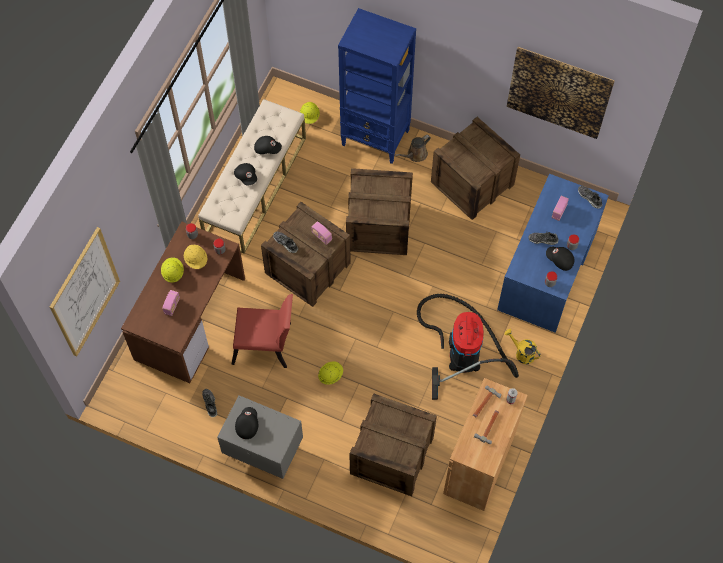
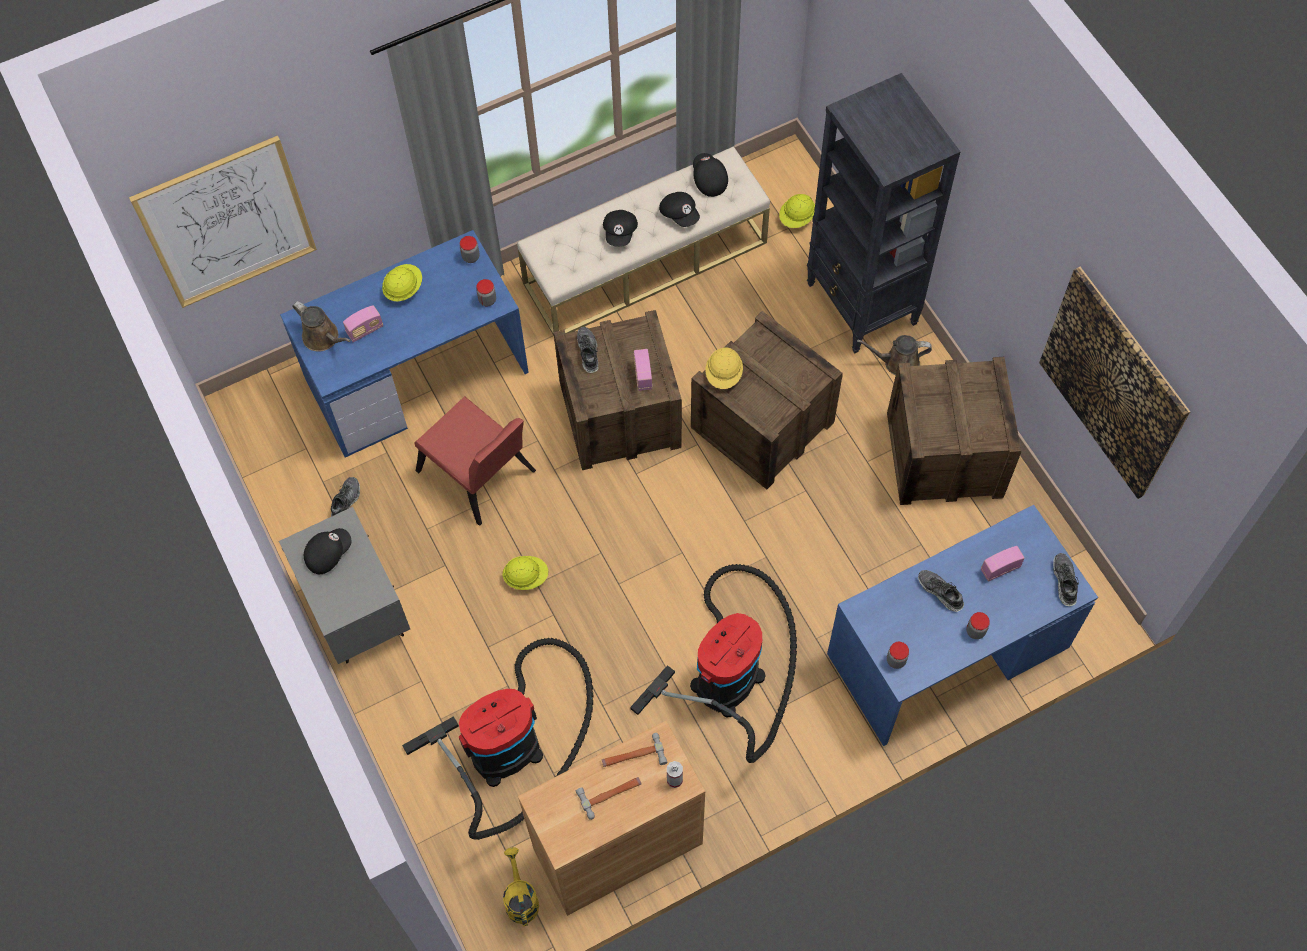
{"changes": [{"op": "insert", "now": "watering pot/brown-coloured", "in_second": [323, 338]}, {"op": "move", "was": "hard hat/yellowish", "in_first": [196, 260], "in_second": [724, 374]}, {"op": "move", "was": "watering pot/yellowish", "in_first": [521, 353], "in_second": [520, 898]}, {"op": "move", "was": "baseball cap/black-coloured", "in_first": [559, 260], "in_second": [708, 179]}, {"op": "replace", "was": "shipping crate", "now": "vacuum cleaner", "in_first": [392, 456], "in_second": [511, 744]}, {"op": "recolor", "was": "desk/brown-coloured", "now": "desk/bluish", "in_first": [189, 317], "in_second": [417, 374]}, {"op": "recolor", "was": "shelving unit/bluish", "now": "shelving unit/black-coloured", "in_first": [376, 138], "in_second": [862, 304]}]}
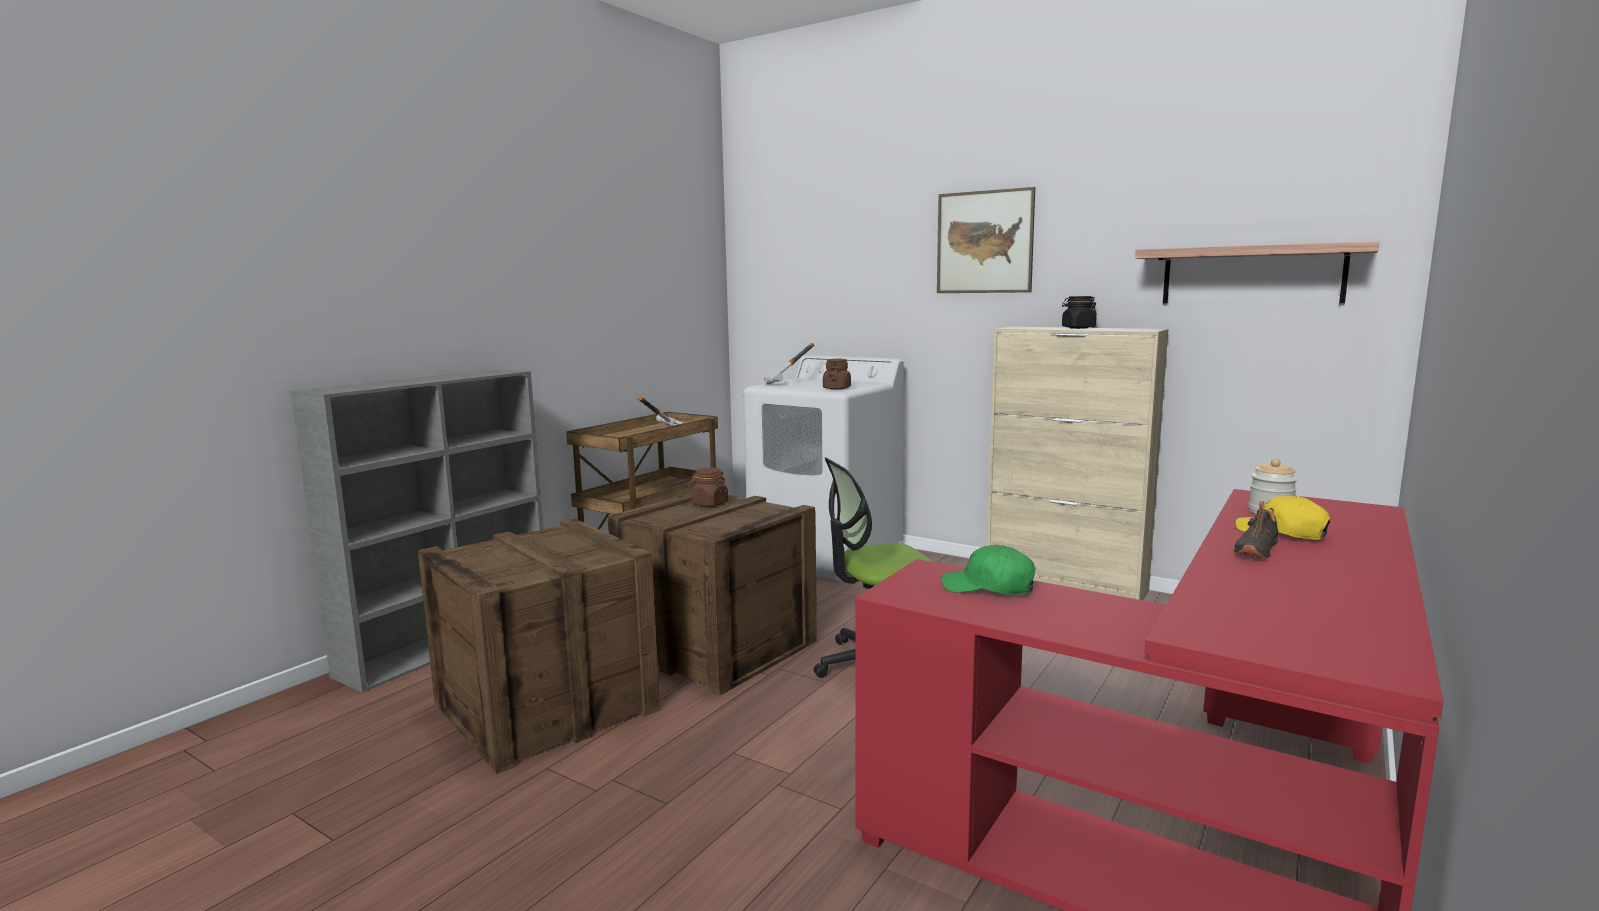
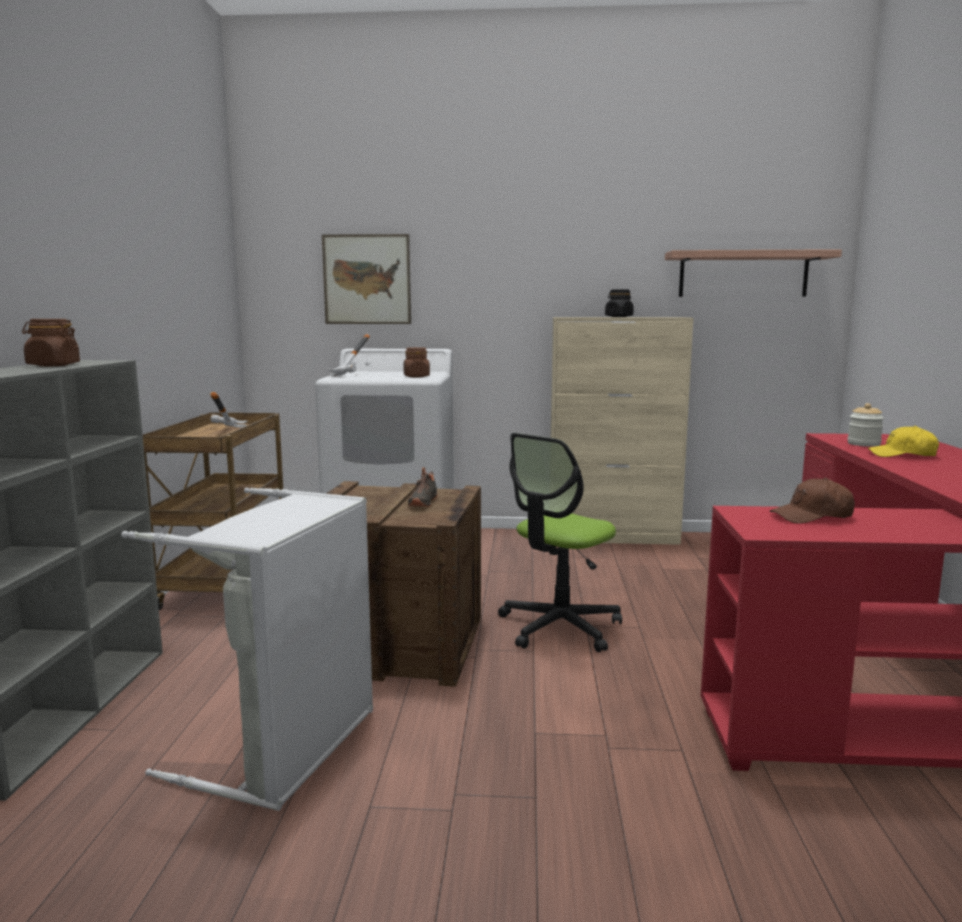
{"changes": [{"op": "move", "was": "jar/brown-coloured", "in_first": [709, 503], "in_second": [53, 365]}, {"op": "move", "was": "wall art", "in_first": [984, 242], "in_second": [367, 279]}, {"op": "move", "was": "item of footwear/black-coloured", "in_first": [1254, 550], "in_second": [422, 502]}, {"op": "replace", "was": "shipping crate", "now": "laundry basket/greyish", "in_first": [546, 708], "in_second": [287, 747]}, {"op": "recolor", "was": "baseball cap/greenish", "now": "baseball cap/brown-coloured", "in_first": [989, 587], "in_second": [812, 516]}]}
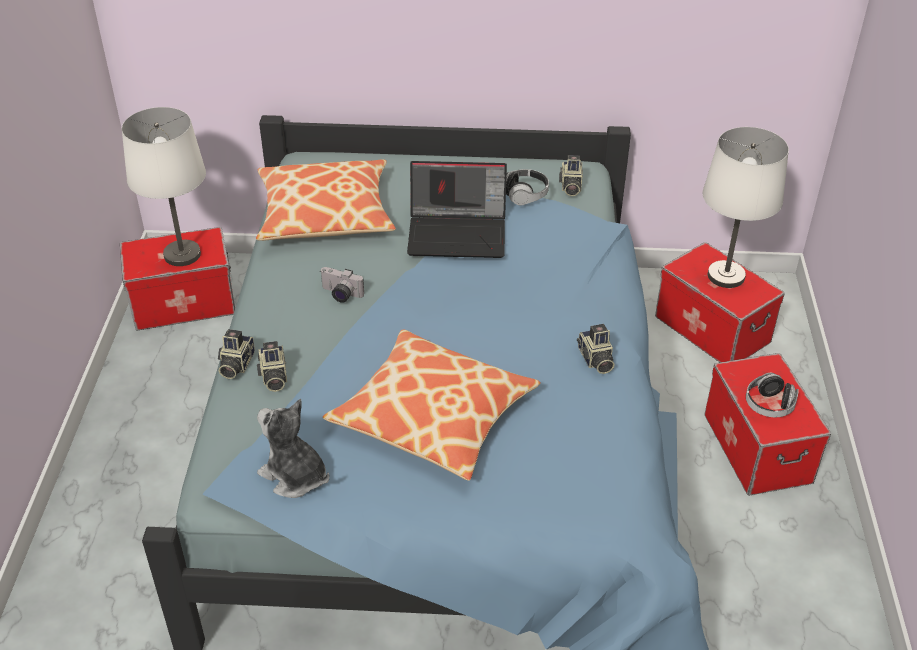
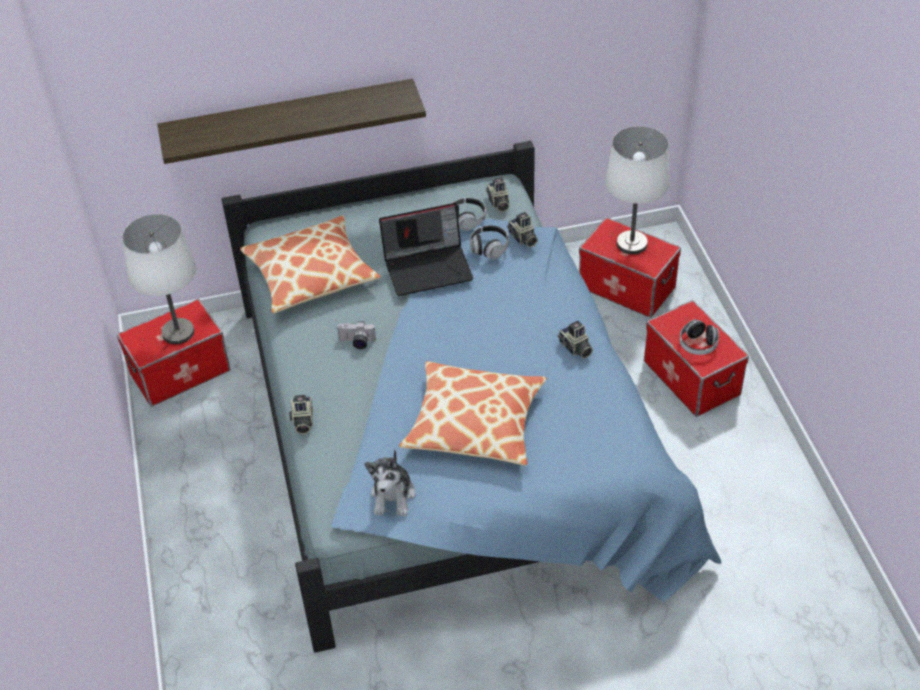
{"changes": [{"op": "insert", "now": "shelf", "in_second": [289, 120]}, {"op": "insert", "now": "pair of headphones", "in_second": [489, 248]}, {"op": "move", "was": "still camera", "in_first": [273, 377], "in_second": [522, 238]}, {"op": "rotate", "was": "soft toy", "in_first": [294, 476], "in_second": [393, 495], "clockwise": -105}]}
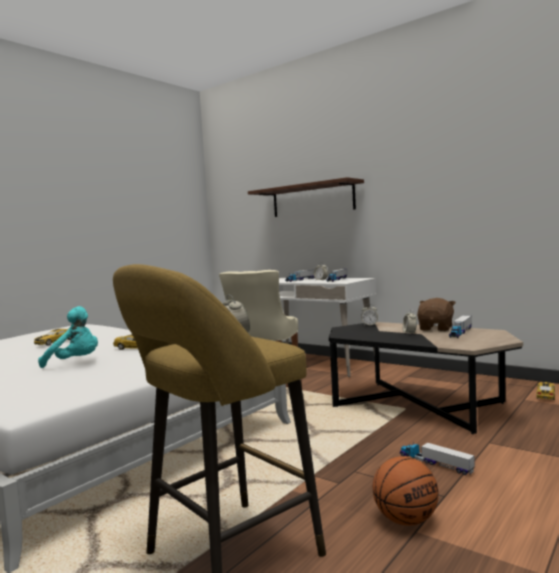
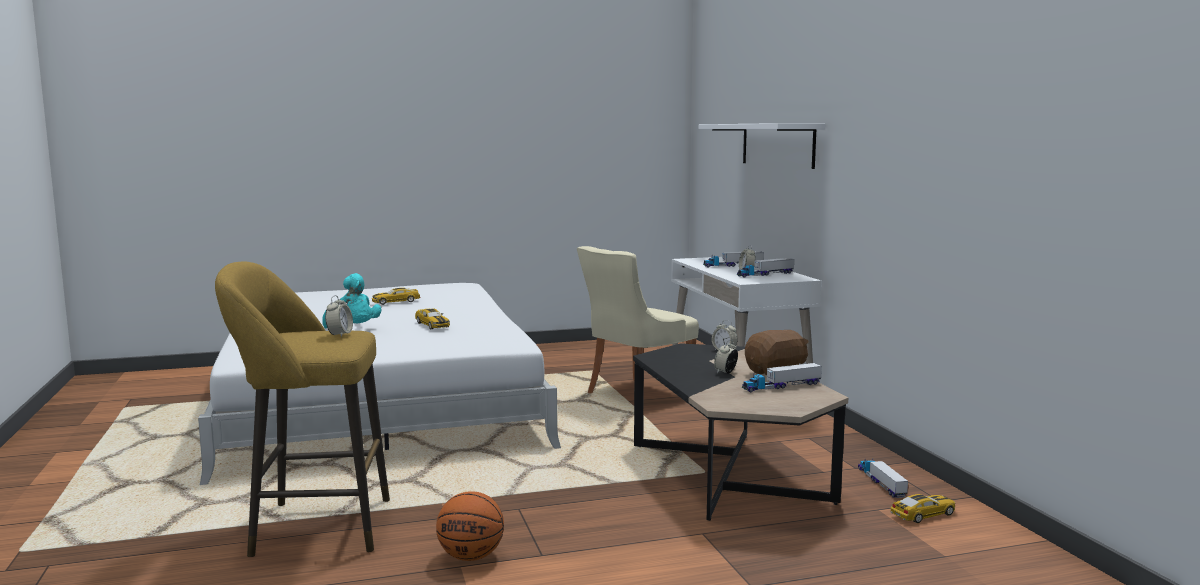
{"changes": [{"op": "move", "was": "model truck", "in_first": [435, 463], "in_second": [881, 483]}, {"op": "recolor", "was": "shelf/brown-coloured", "now": "shelf/white", "in_first": [312, 199], "in_second": [777, 144]}]}
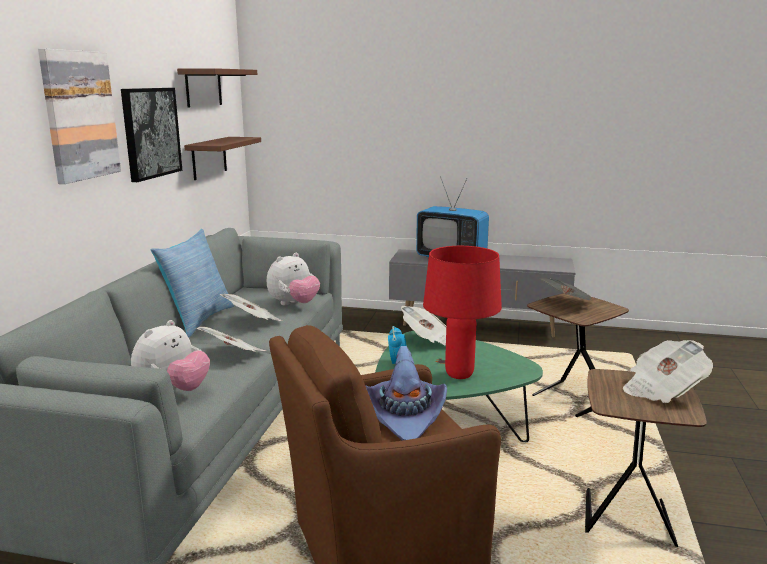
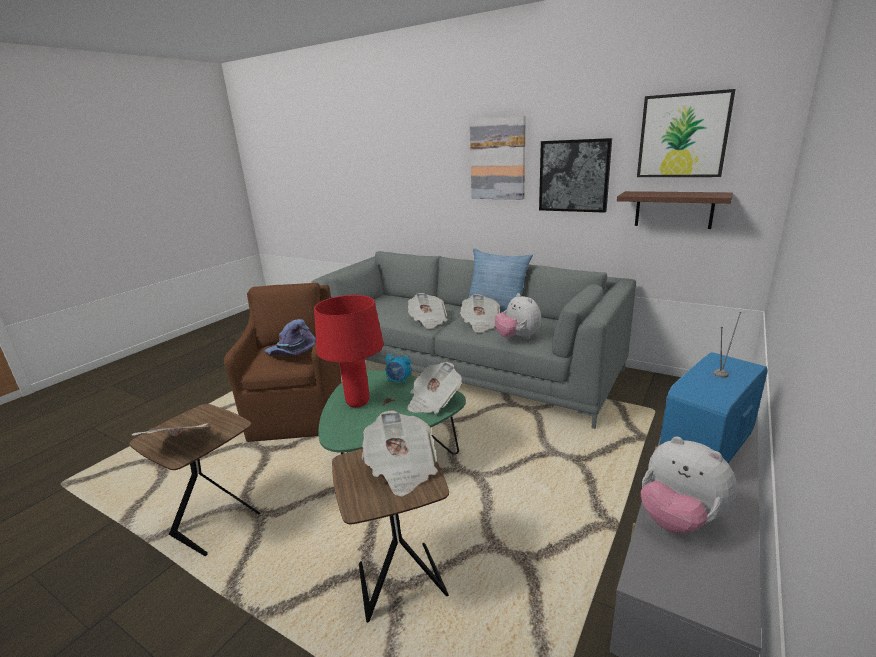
{"changes": [{"op": "move", "was": "soft toy", "in_first": [173, 392], "in_second": [679, 519]}, {"op": "replace", "was": "shelf/brown-coloured", "now": "wall art", "in_first": [203, 87], "in_second": [683, 136]}]}
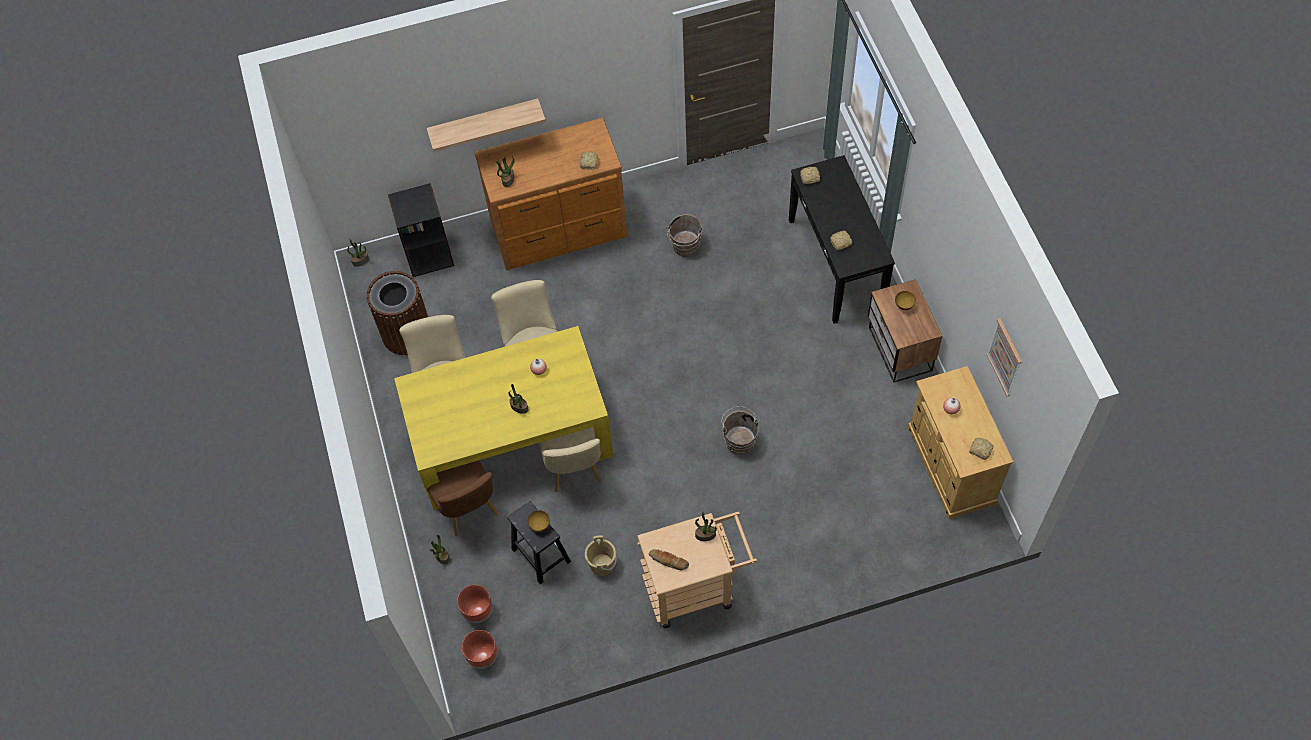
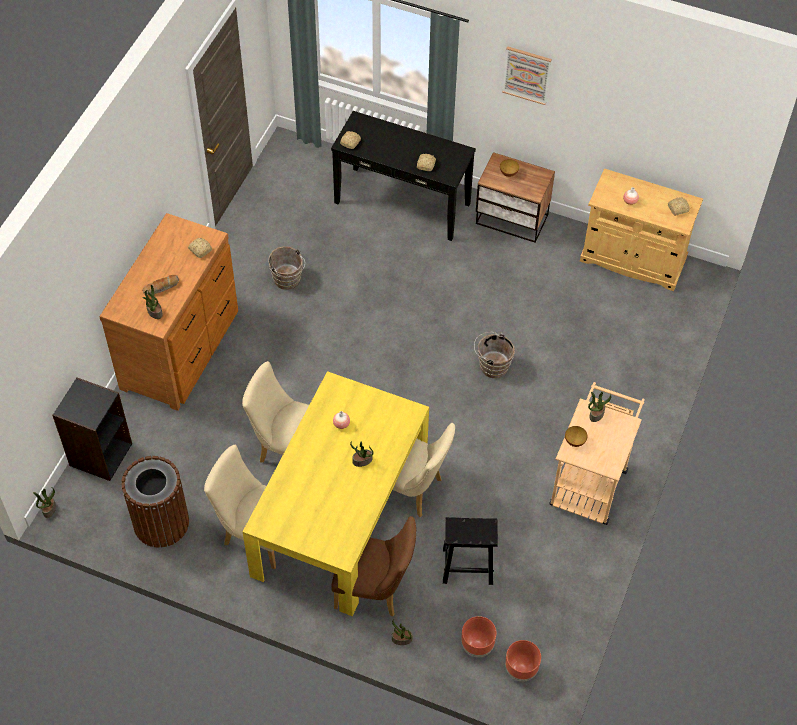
{"changes": [{"op": "delete", "was": "shelf", "in_first": [484, 121]}, {"op": "delete", "was": "bucket/beige", "in_first": [602, 564]}, {"op": "move", "was": "serving bowl", "in_first": [539, 525], "in_second": [574, 441]}, {"op": "move", "was": "bakery bread", "in_first": [668, 561], "in_second": [161, 288]}, {"op": "move", "was": "wall art", "in_first": [1005, 357], "in_second": [527, 75]}]}
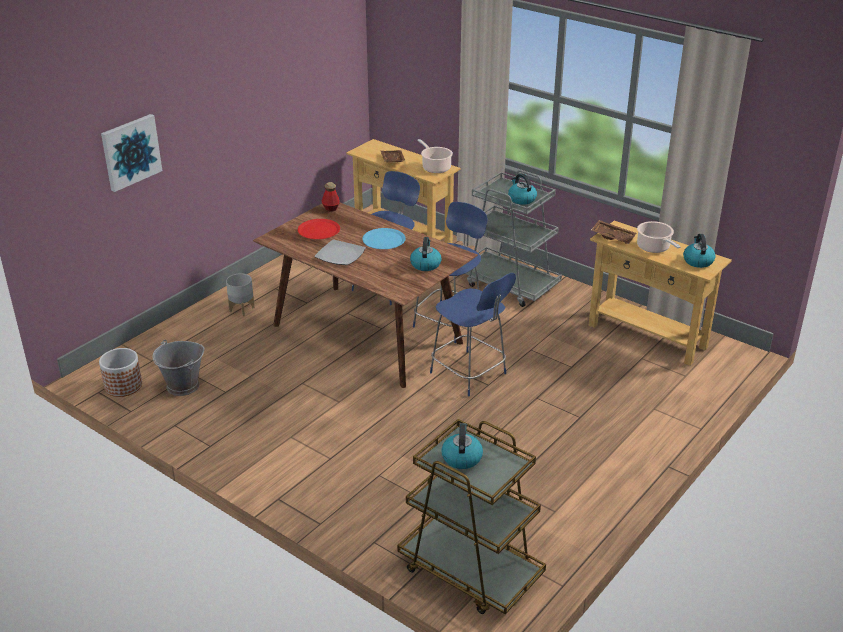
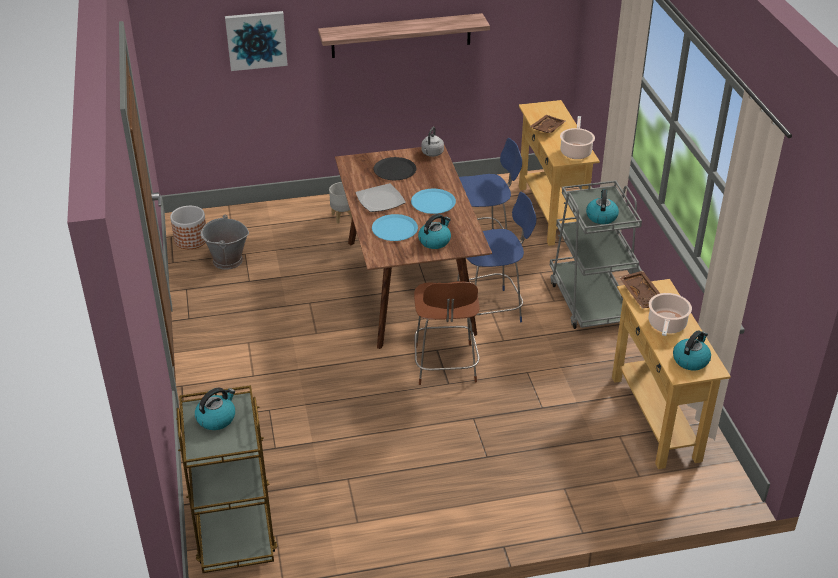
{"changes": [{"op": "insert", "now": "shelf", "in_second": [401, 35]}, {"op": "insert", "now": "flat dish/bluish", "in_second": [394, 229]}, {"op": "replace", "was": "beverage bottle", "now": "water kettle/greyish", "in_first": [331, 208], "in_second": [432, 153]}, {"op": "recolor", "was": "flat dish/reddish", "now": "flat dish/black-coloured", "in_first": [319, 230], "in_second": [394, 170]}, {"op": "recolor", "was": "chair/bluish", "now": "chair/brown-coloured", "in_first": [470, 374], "in_second": [445, 366]}]}
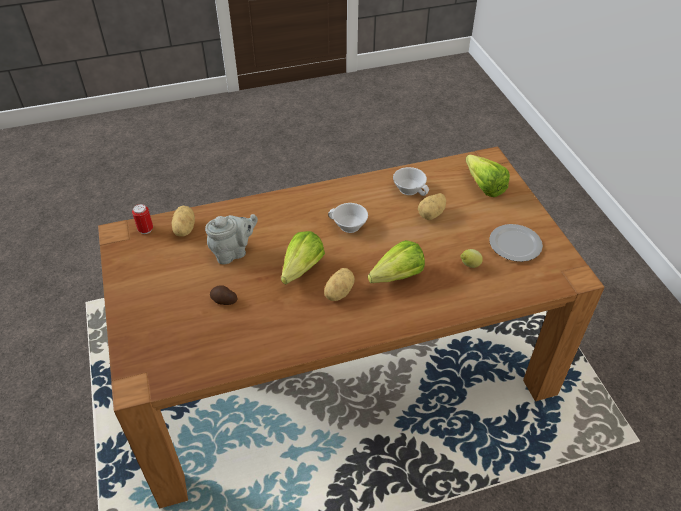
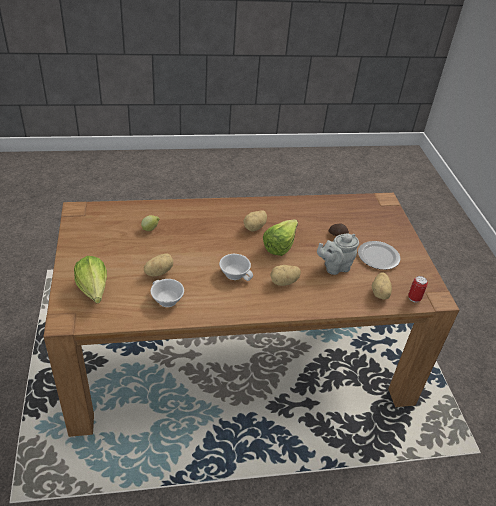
{"changes": [{"op": "delete", "was": "head of lettuce", "in_first": [392, 278]}, {"op": "insert", "now": "potato", "in_second": [284, 282]}, {"op": "move", "was": "flat dish", "in_first": [514, 245], "in_second": [378, 256]}]}
